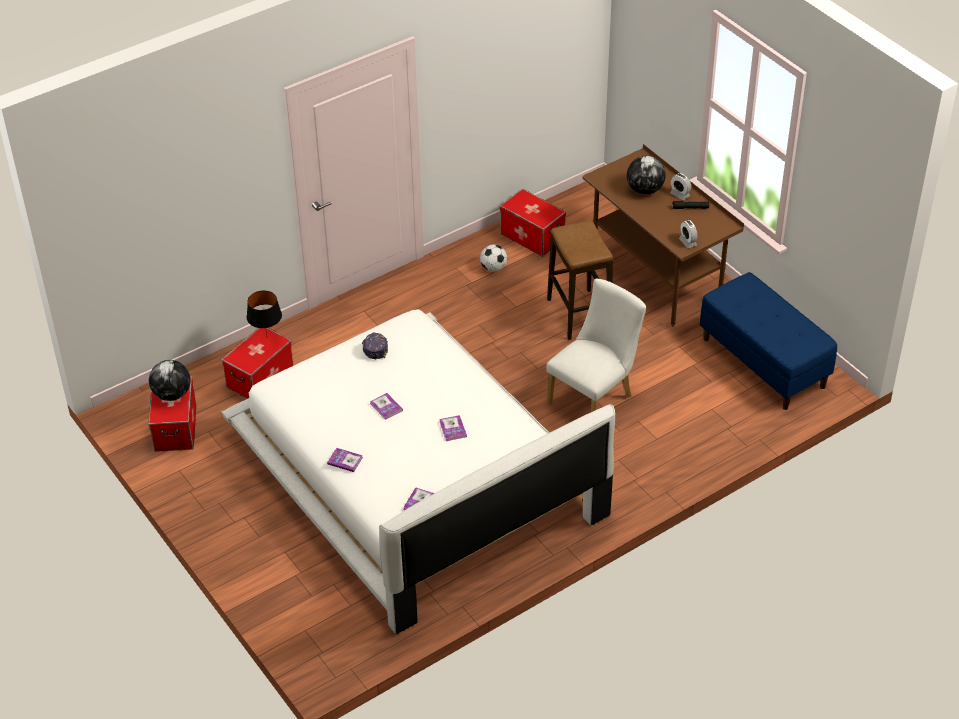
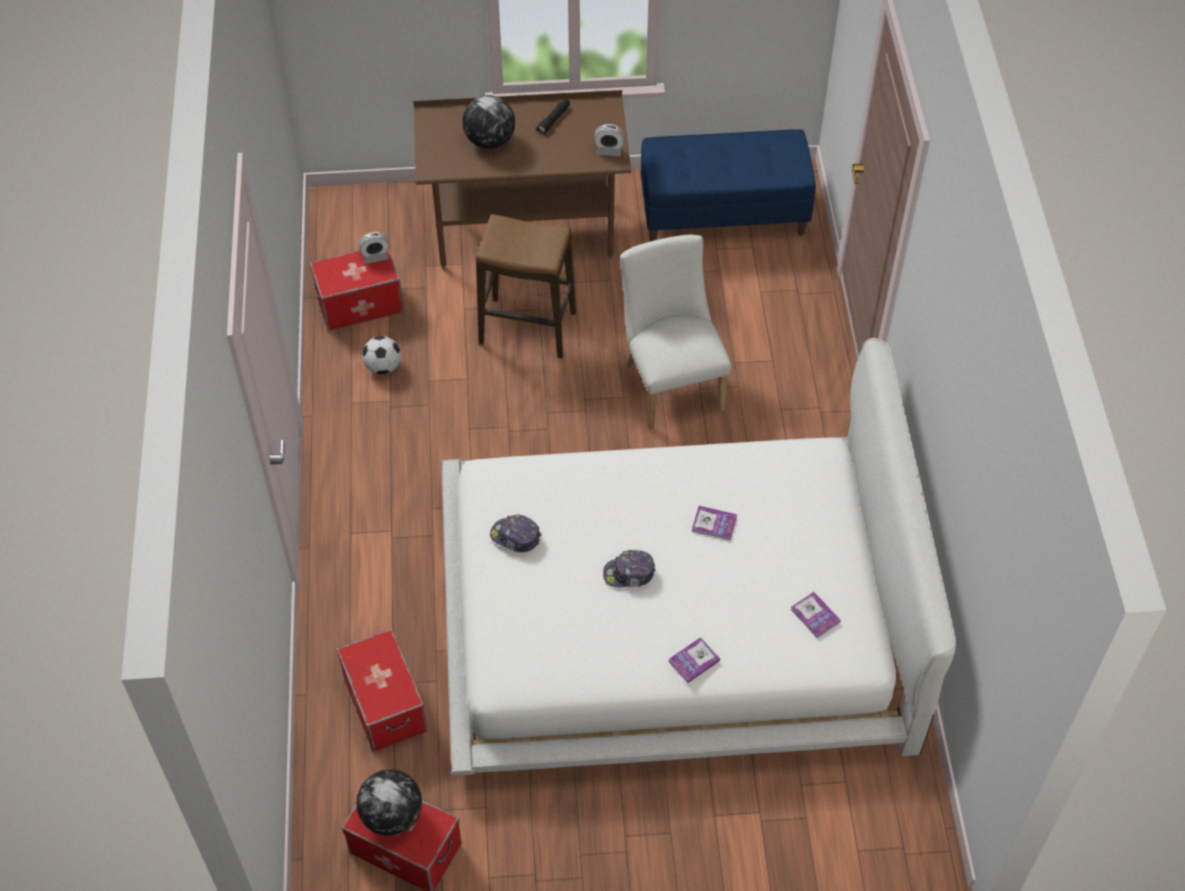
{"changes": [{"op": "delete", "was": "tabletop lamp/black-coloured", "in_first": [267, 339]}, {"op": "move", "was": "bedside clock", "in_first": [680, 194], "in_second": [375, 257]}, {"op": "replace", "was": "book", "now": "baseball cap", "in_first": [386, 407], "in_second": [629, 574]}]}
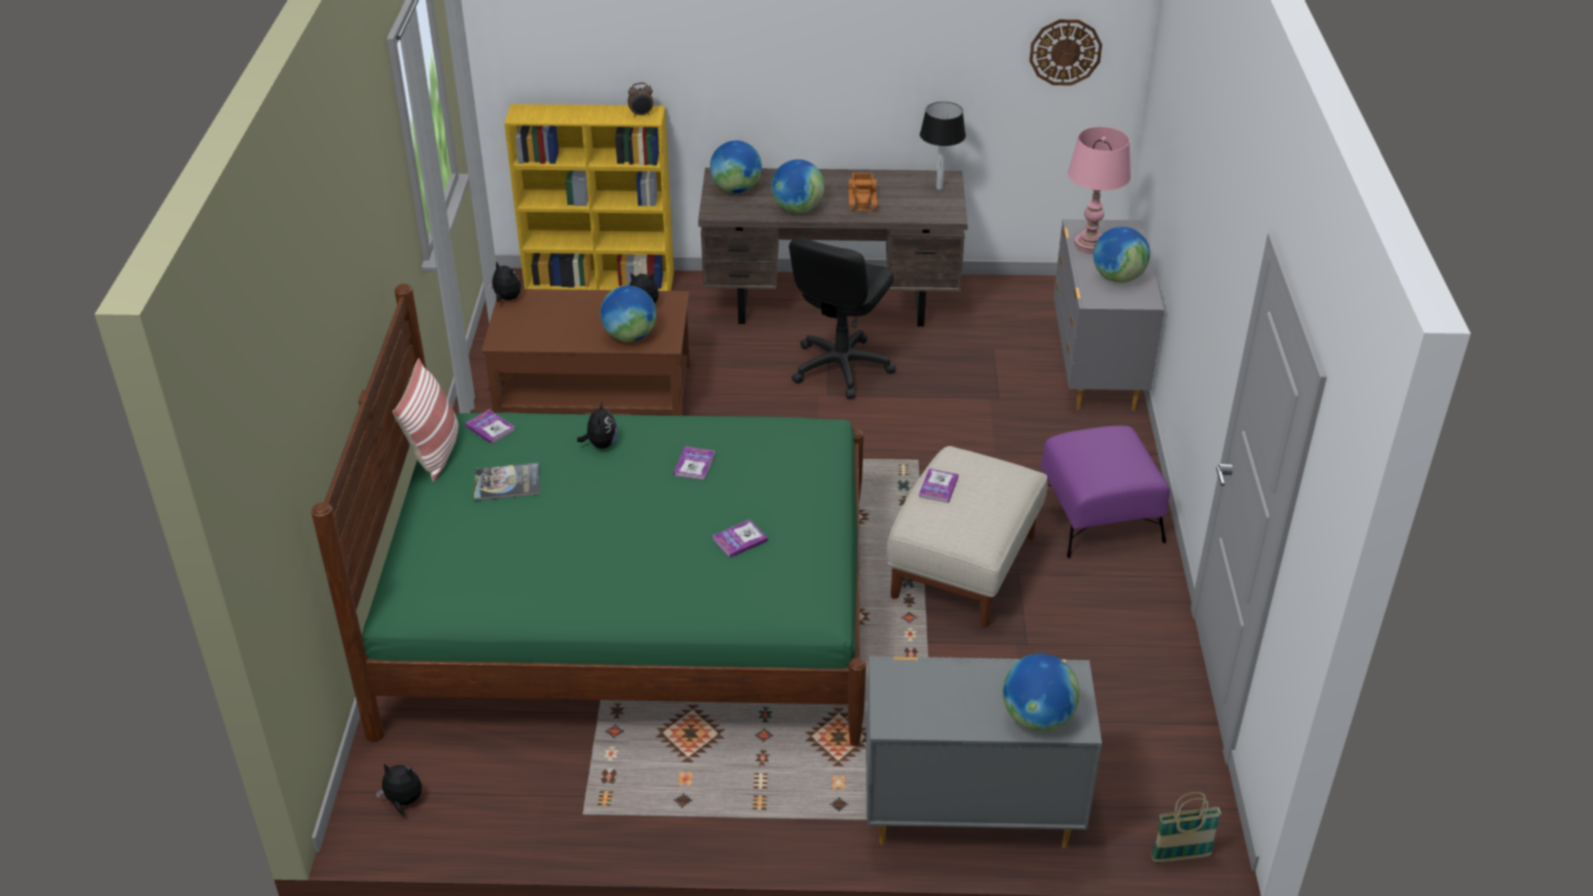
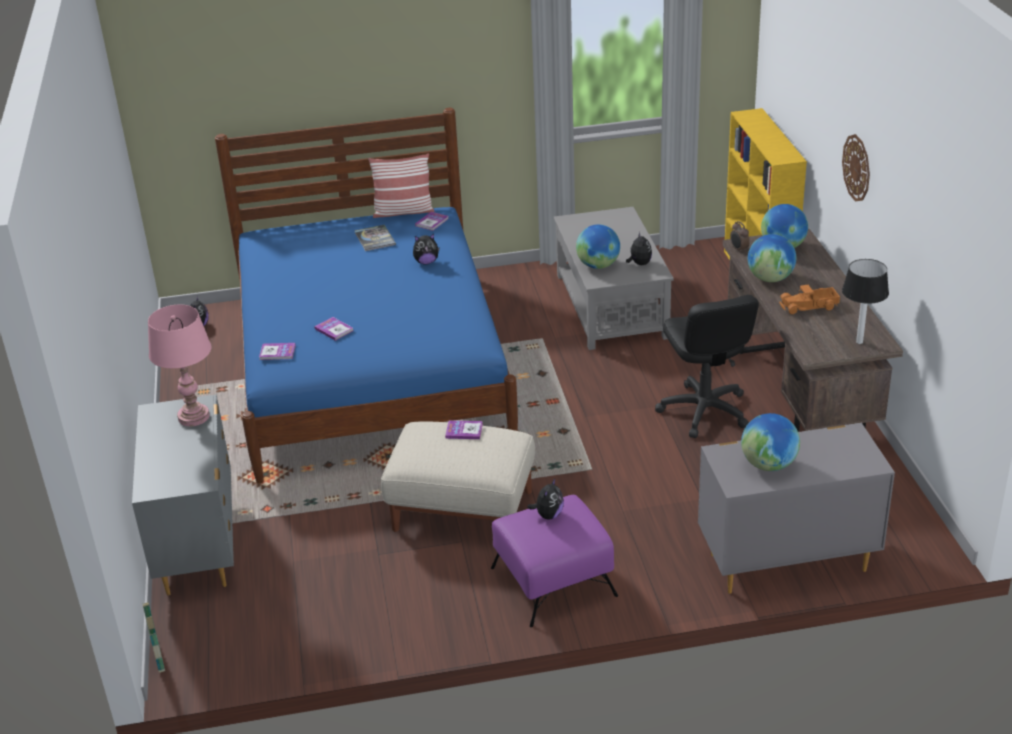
{"changes": [{"op": "delete", "was": "world globe", "in_first": [1037, 718]}, {"op": "move", "was": "soft toy", "in_first": [506, 299], "in_second": [548, 515]}, {"op": "move", "was": "bedside clock", "in_first": [641, 115], "in_second": [738, 249]}, {"op": "move", "was": "book", "in_first": [694, 464], "in_second": [277, 352]}, {"op": "move", "was": "wall clock", "in_first": [1065, 52], "in_second": [857, 167]}, {"op": "move", "was": "tabletop lamp/pinkish", "in_first": [1090, 245], "in_second": [194, 417]}, {"op": "recolor", "was": "bed/greenish", "now": "bed/bluish", "in_first": [632, 615], "in_second": [370, 369]}, {"op": "recolor", "was": "low table/brown-coloured", "now": "low table/greyish", "in_first": [593, 391], "in_second": [611, 305]}, {"op": "rotate", "was": "office chair/black-coloured", "in_first": [840, 367], "in_second": [704, 411], "clockwise": -120}]}
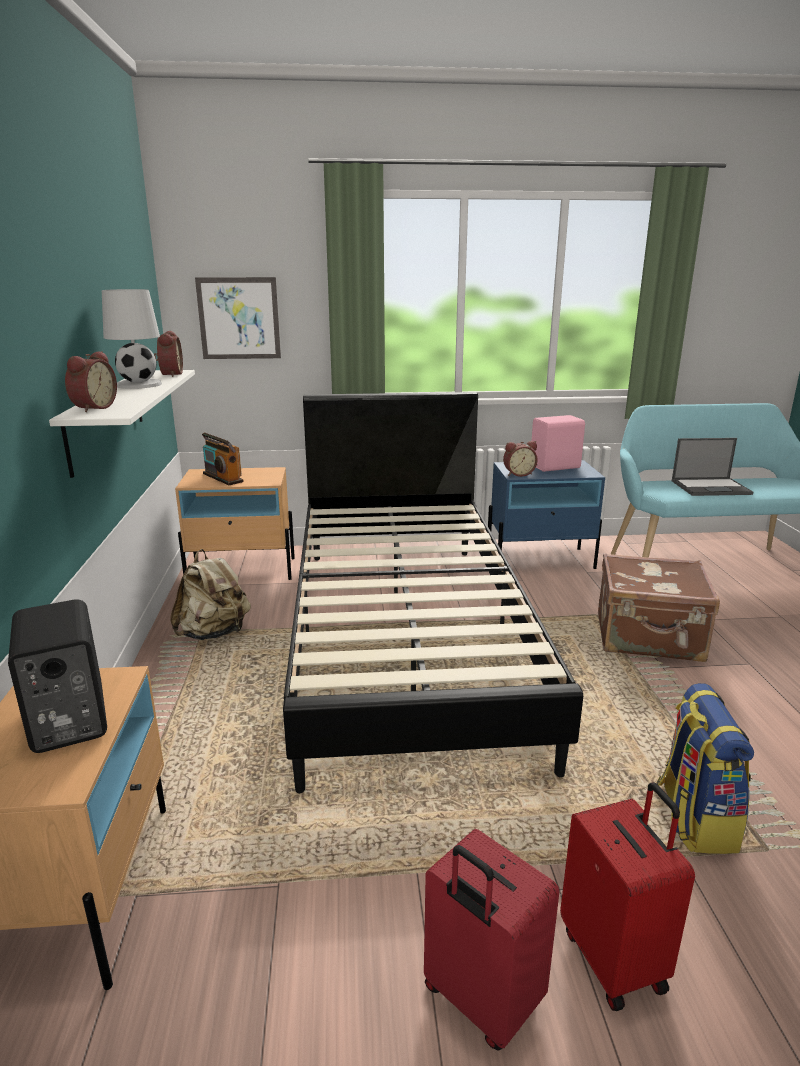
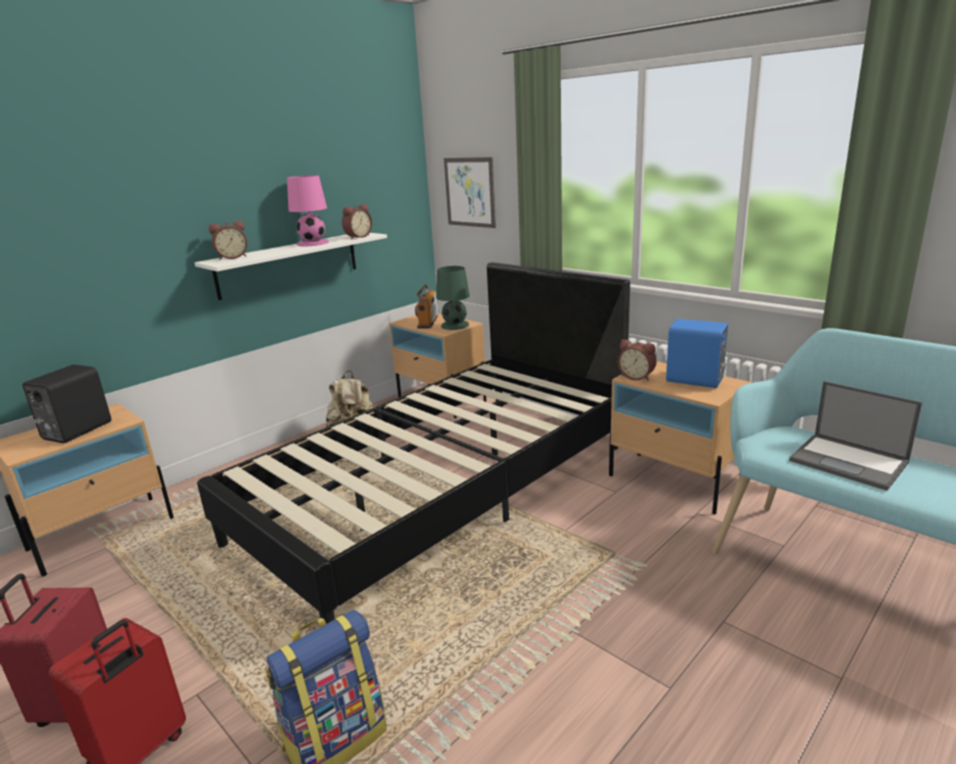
{"changes": [{"op": "delete", "was": "travel case/brown-coloured", "in_first": [649, 638]}, {"op": "insert", "now": "tabletop lamp/greenish", "in_second": [454, 325]}, {"op": "recolor", "was": "tabletop lamp/white", "now": "tabletop lamp/pinkish", "in_first": [138, 385], "in_second": [312, 243]}, {"op": "recolor", "was": "night table/bluish", "now": "night table/beige", "in_first": [540, 560], "in_second": [674, 482]}, {"op": "recolor", "was": "audio speaker/pinkish", "now": "audio speaker/bluish", "in_first": [556, 467], "in_second": [695, 381]}]}
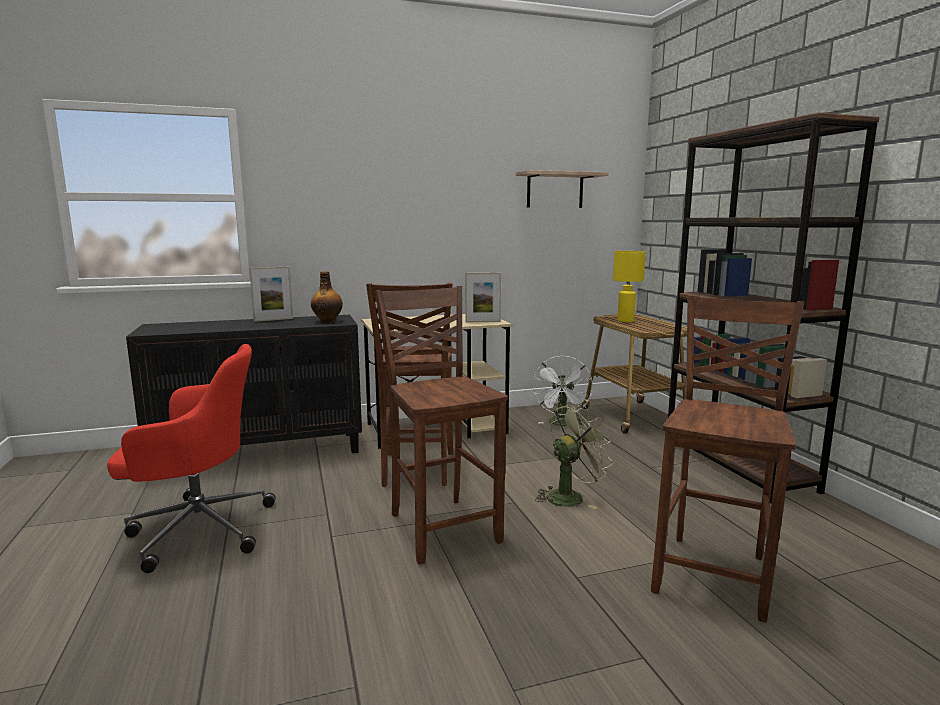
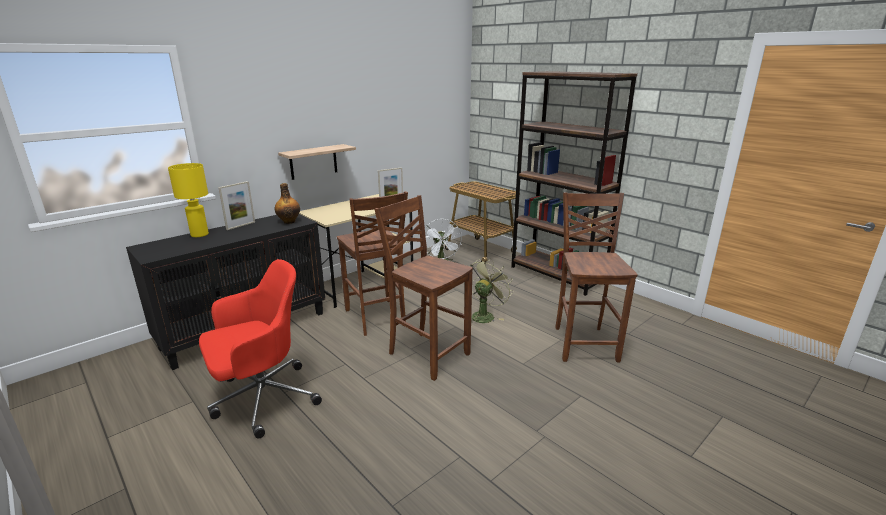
{"changes": [{"op": "move", "was": "shelf", "in_first": [555, 190], "in_second": [313, 162]}, {"op": "move", "was": "tabletop lamp/yellowish", "in_first": [626, 321], "in_second": [200, 234]}]}
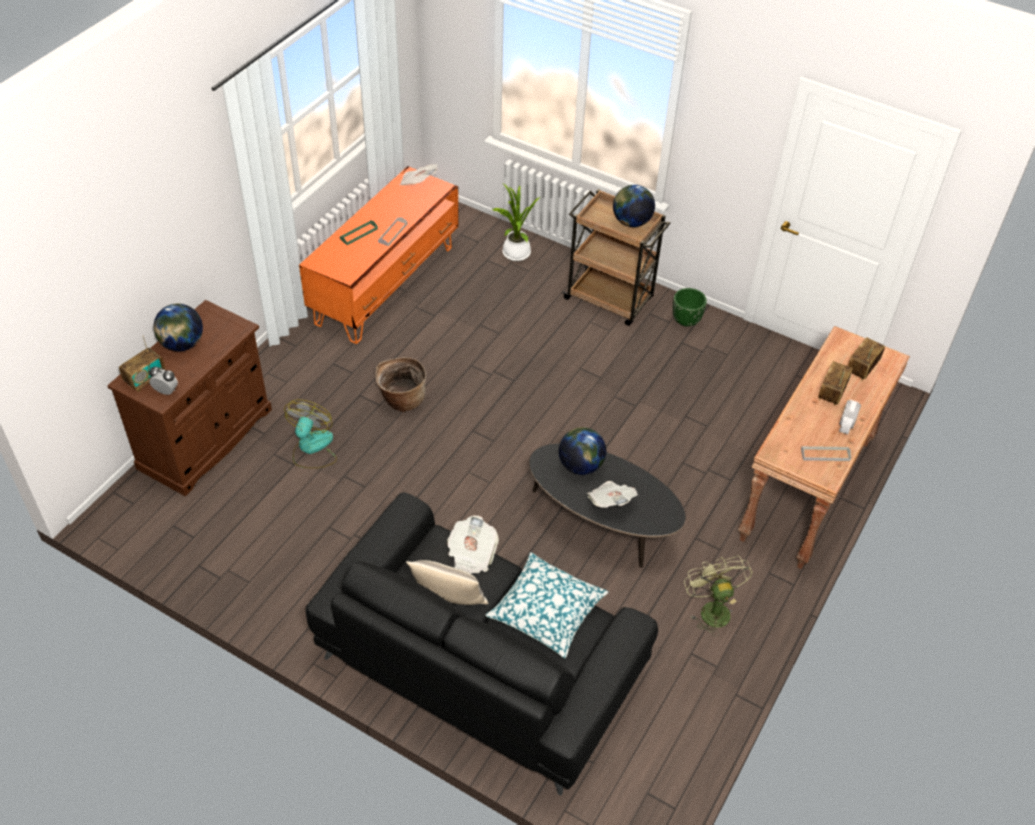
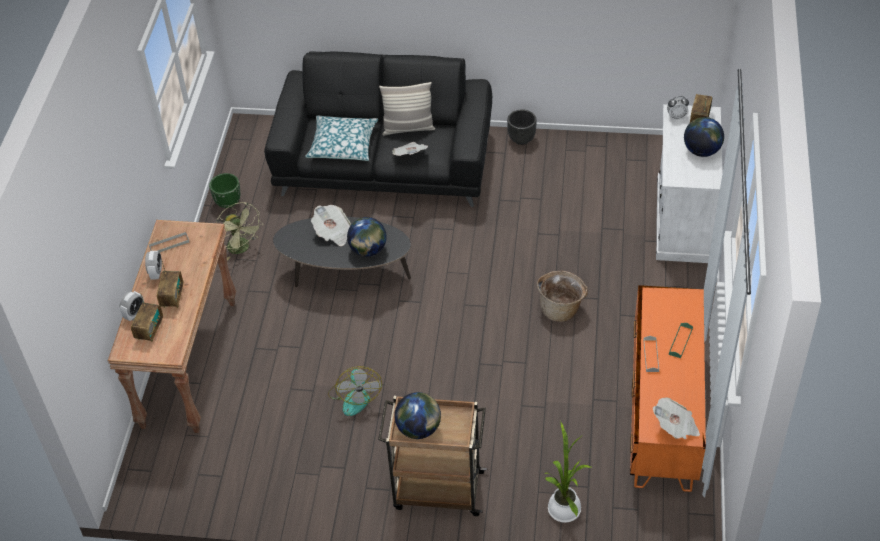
{"changes": [{"op": "insert", "now": "bedside clock", "in_second": [134, 314]}, {"op": "insert", "now": "planter/black-coloured", "in_second": [522, 139]}, {"op": "move", "was": "cooling fan", "in_first": [312, 448], "in_second": [355, 396]}, {"op": "move", "was": "planter/greenish", "in_first": [686, 320], "in_second": [228, 203]}, {"op": "recolor", "was": "cupboard/brown-coloured", "now": "cupboard/white", "in_first": [206, 439], "in_second": [682, 220]}]}
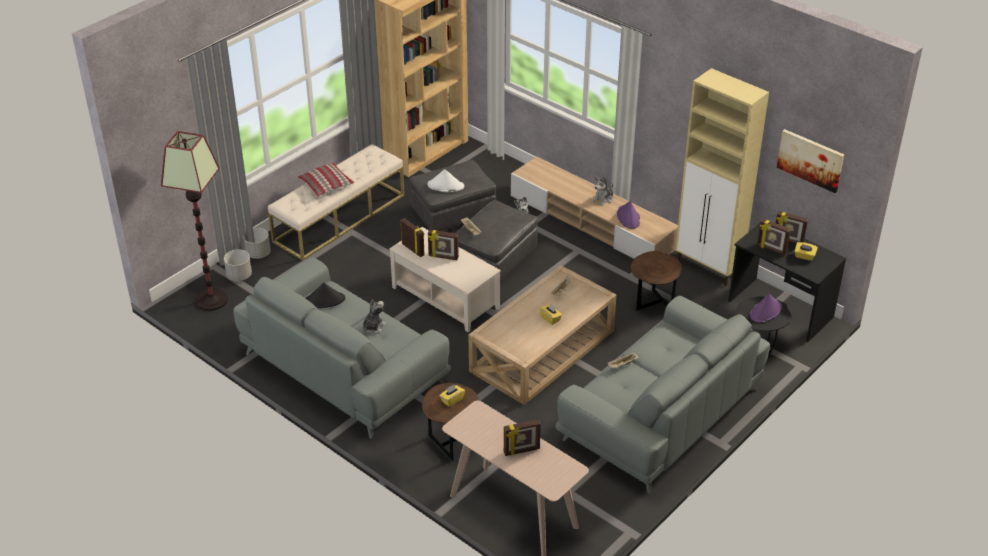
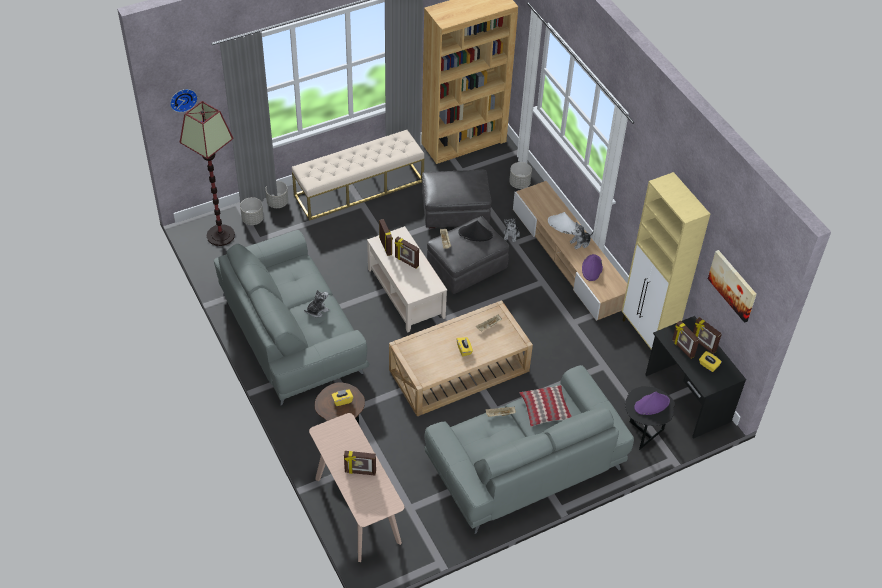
{"changes": [{"op": "delete", "was": "end table/brown-coloured", "in_first": [652, 305]}, {"op": "insert", "now": "wall clock", "in_second": [183, 99]}, {"op": "insert", "now": "planter/greyish", "in_second": [519, 183]}, {"op": "move", "was": "cushion", "in_first": [326, 185], "in_second": [545, 410]}, {"op": "move", "was": "hat/black-coloured", "in_first": [324, 300], "in_second": [475, 234]}, {"op": "move", "was": "hat/white", "in_first": [445, 186], "in_second": [563, 225]}]}
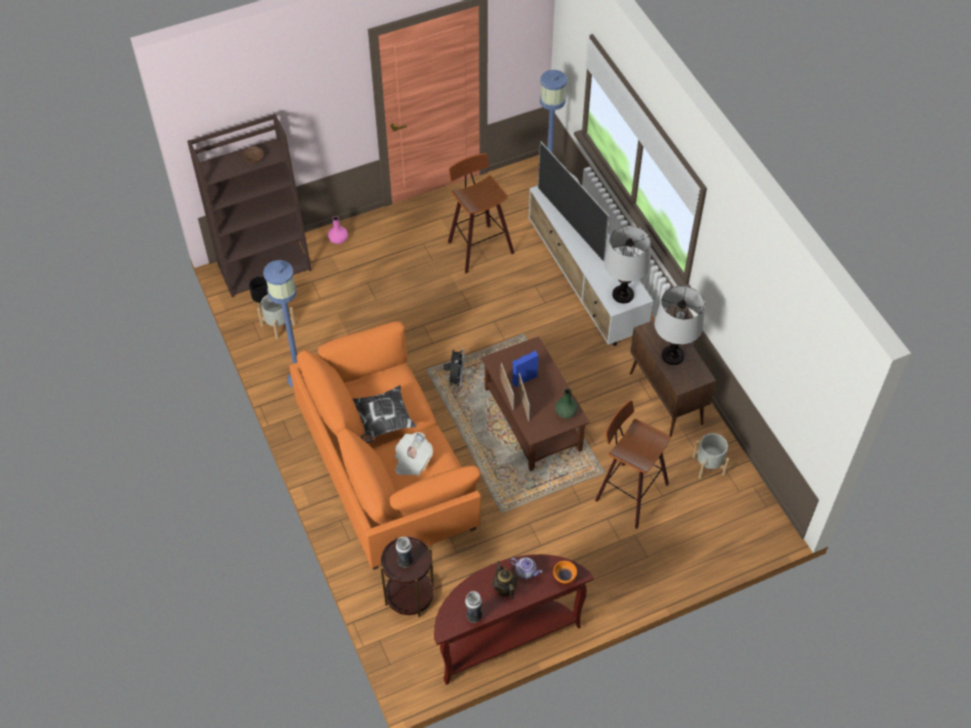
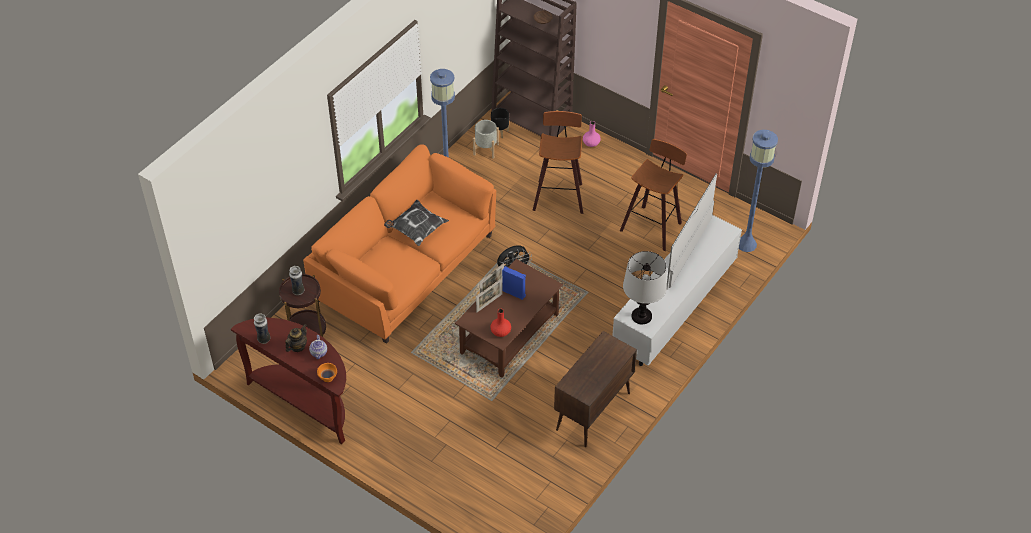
{"changes": [{"op": "delete", "was": "printed paper", "in_first": [412, 461]}, {"op": "delete", "was": "tabletop lamp", "in_first": [673, 356]}, {"op": "delete", "was": "planter/greyish", "in_first": [708, 465]}, {"op": "move", "was": "stool seat", "in_first": [628, 492], "in_second": [558, 195]}, {"op": "recolor", "was": "flower vase/greenish", "now": "flower vase/reddish", "in_first": [566, 412], "in_second": [501, 332]}]}
